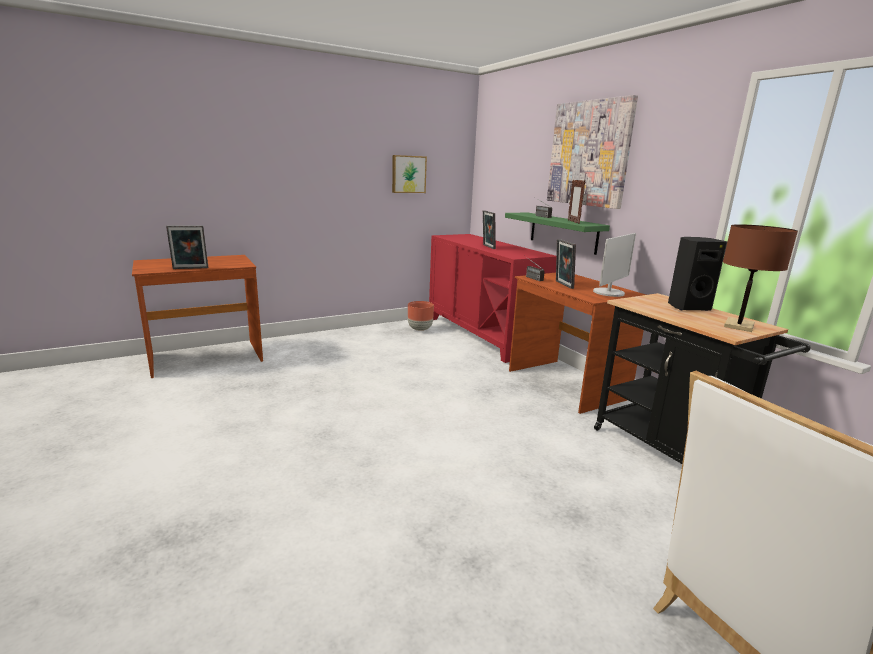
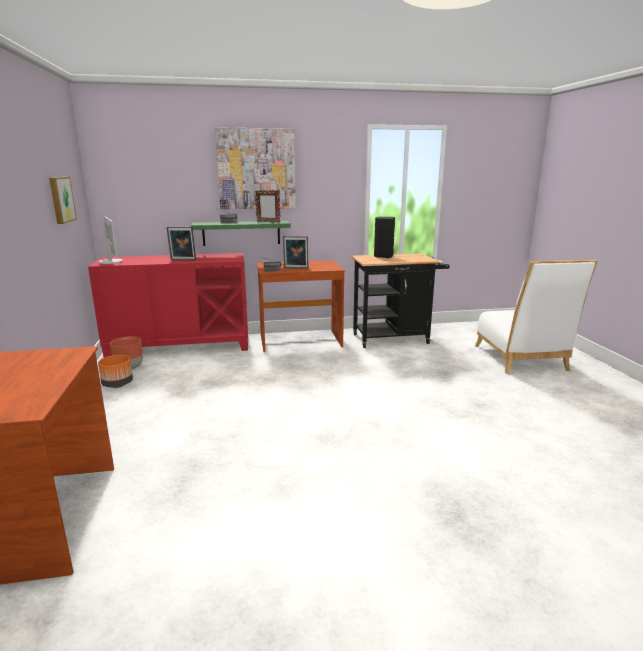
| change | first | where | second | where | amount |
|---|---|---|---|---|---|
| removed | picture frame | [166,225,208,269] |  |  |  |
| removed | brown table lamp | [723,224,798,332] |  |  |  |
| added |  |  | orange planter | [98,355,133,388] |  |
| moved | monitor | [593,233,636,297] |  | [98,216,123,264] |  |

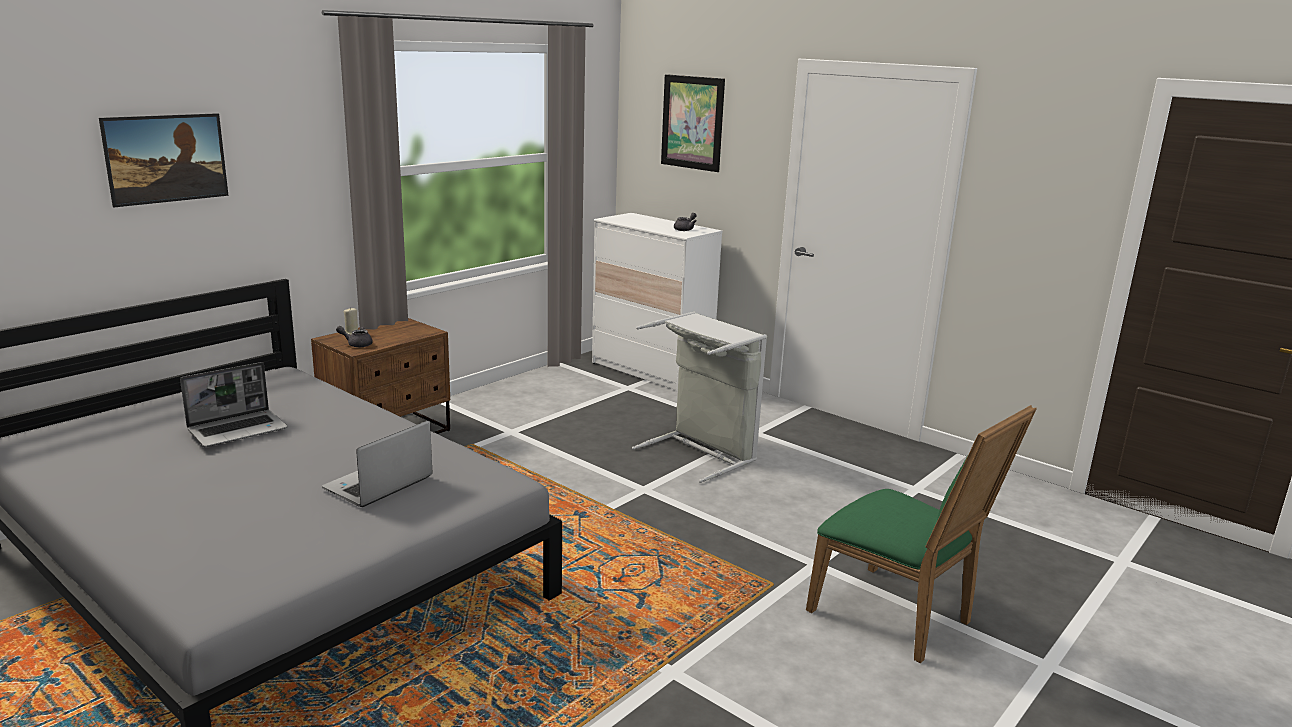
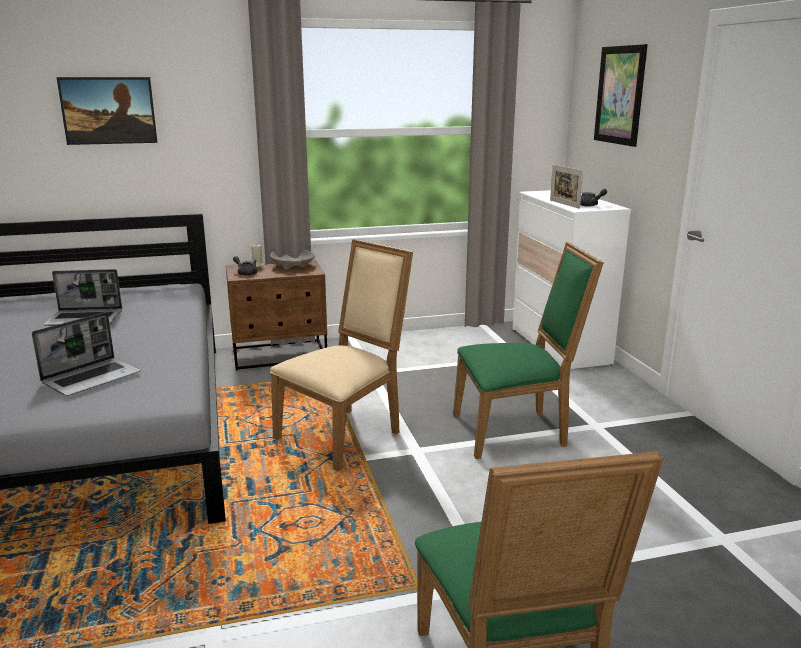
| change | first | where | second | where | amount |
|---|---|---|---|---|---|
| added |  |  | beige chair | [270,239,413,472] |  |
| added |  |  | beige bowl | [270,250,315,270] |  |
| added |  |  | picture frame | [550,165,583,209] |  |
| replaced | grey laundry basket | [632,312,767,483] | green chair | [453,242,604,459] |  |
| turned | laptop | [322,421,432,507] |  | [32,312,141,396] | 150 degrees clockwise |

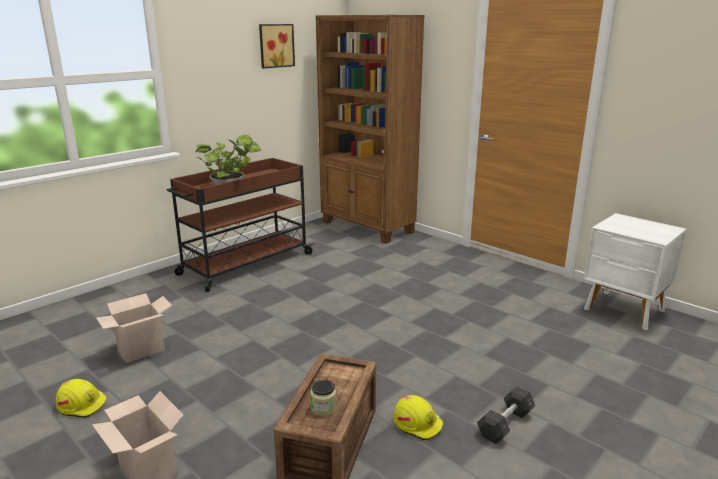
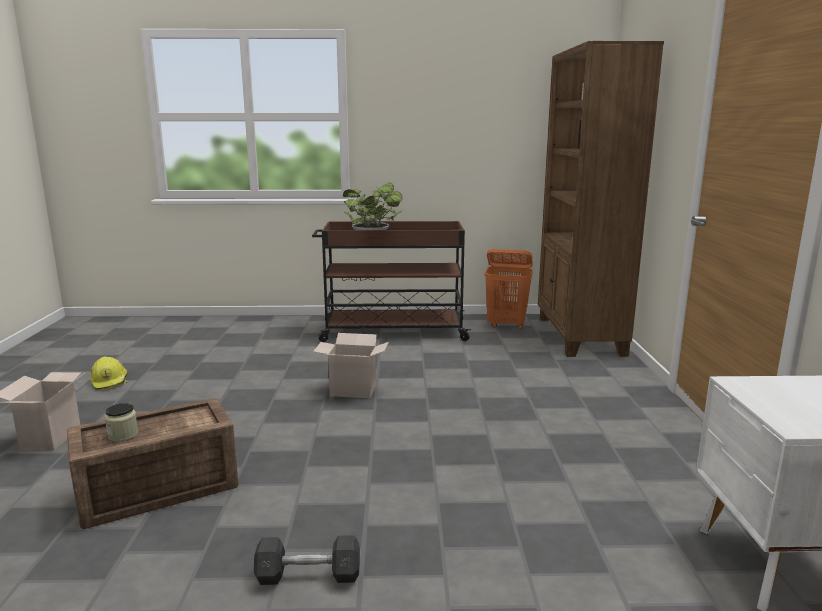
| change | first | where | second | where | amount |
|---|---|---|---|---|---|
| removed | picture | [259,24,295,68] |  |  |  |
| removed | yellow hard hat | [393,395,444,441] |  |  |  |
| added |  |  | orange laundry basket | [484,249,533,330] |  |
| moved | cardboard box | [96,293,172,363] |  | [313,333,389,398] |  |

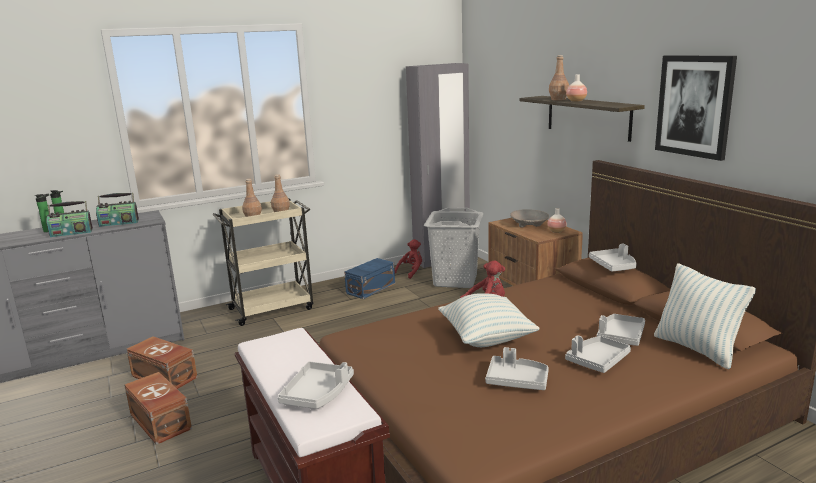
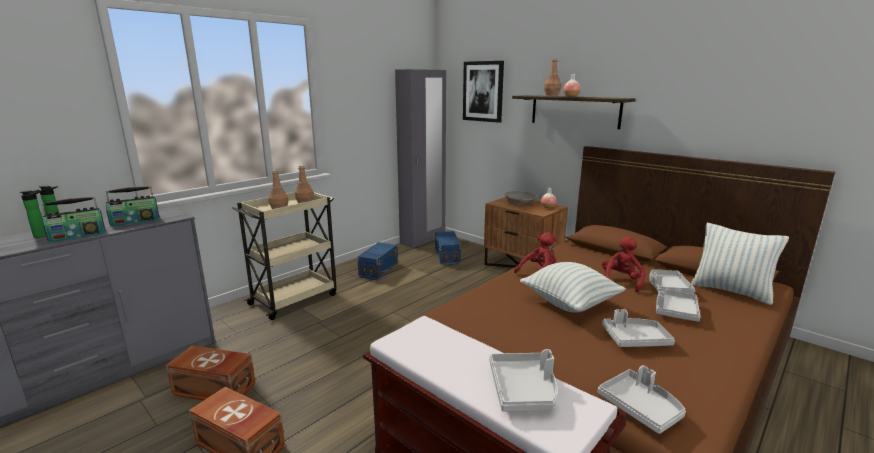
| change | first | where | second | where | amount |
|---|---|---|---|---|---|
| moved | red plush toy | [395,239,422,279] |  | [602,236,645,292] |  |
| moved | grey tray | [589,243,637,271] |  | [598,365,686,434] |  |
| moved | picture | [655,55,737,161] |  | [463,61,504,123] |  |
| replaced | grey laundry basket | [424,207,483,288] | blue storage box | [435,231,461,265] |  |

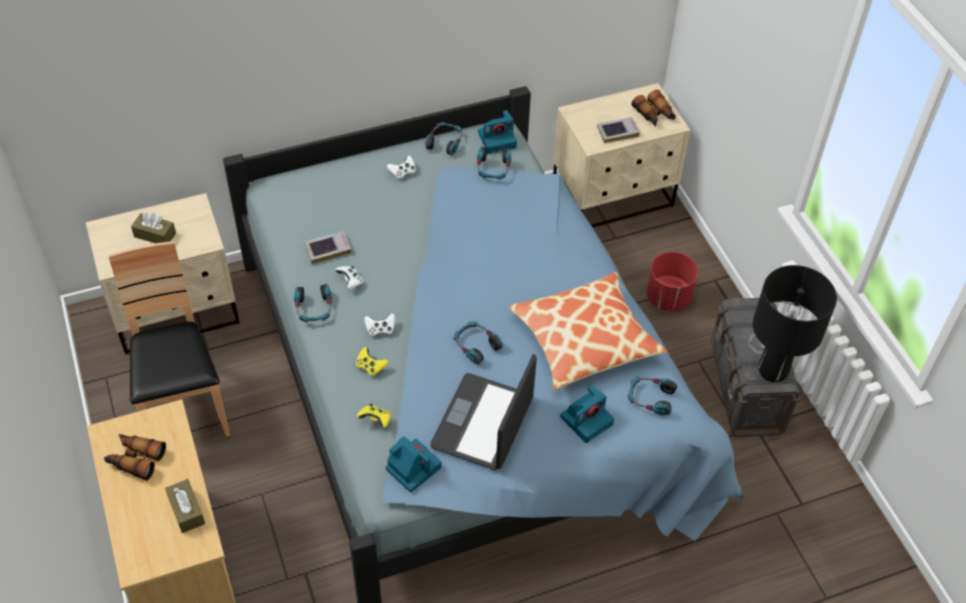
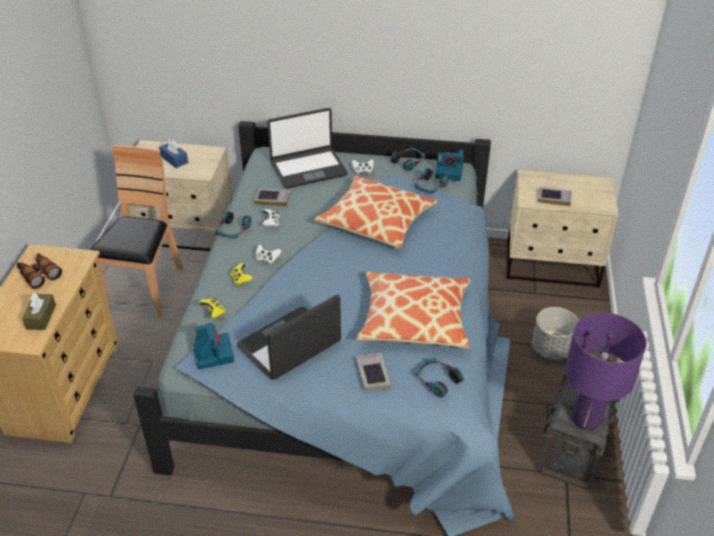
| change | first | where | second | where | amount |
|---|---|---|---|---|---|
| removed | headphones | [454,321,503,365] |  |  |  |
| removed | binoculars | [632,90,676,126] |  |  |  |
| added |  |  | laptop | [267,108,348,188] |  |
| added |  |  | pillow | [314,175,438,249] |  |
| replaced | photo camera | [560,385,614,443] | book | [356,353,390,391] |  |
| recoloured | brown tissue box | [131,212,176,243] | blue tissue box | [159,139,188,168] |  |
| recoloured | red planter | [646,252,698,311] | grey planter | [532,307,579,360] |  |
| recoloured | black table lamp | [753,265,837,382] | purple table lamp | [565,312,647,431] |  |

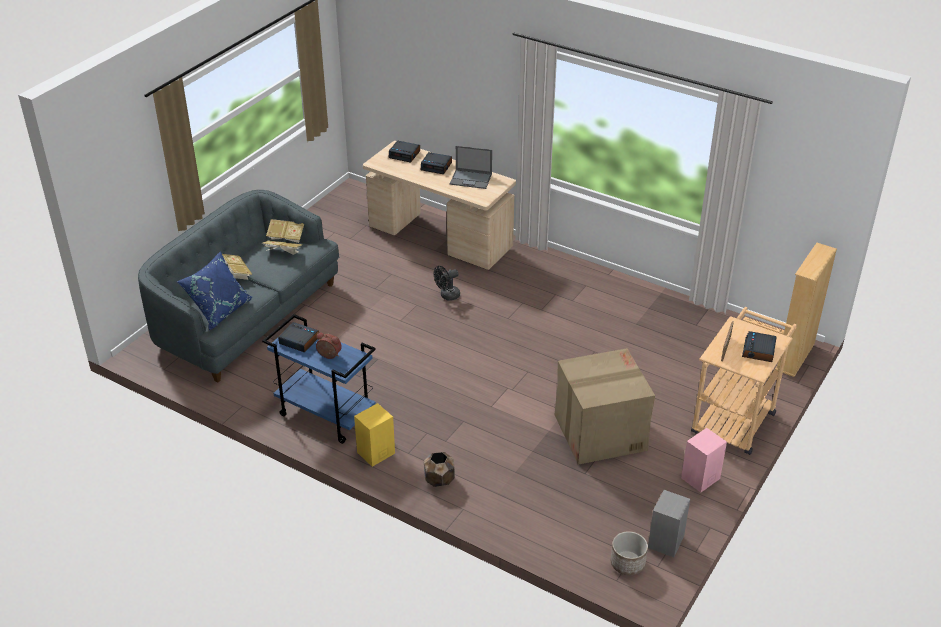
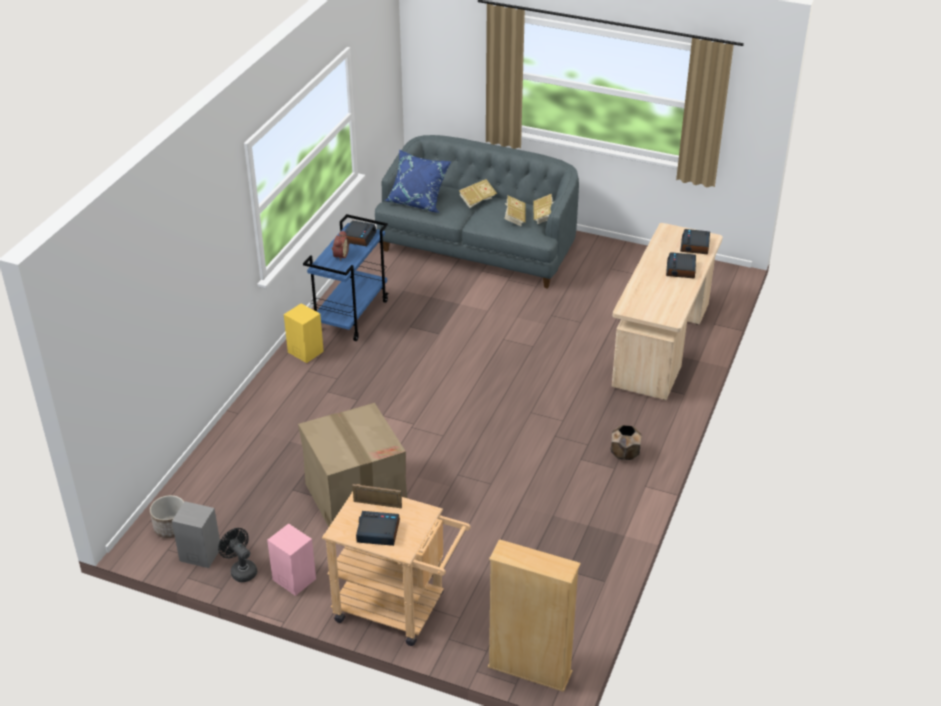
| change | first | where | second | where | amount |
|---|---|---|---|---|---|
| removed | laptop | [450,146,492,189] |  |  |  |
| moved | brown planter | [424,452,455,487] |  | [611,425,642,460] |  |
| moved | black fan | [434,266,460,301] |  | [218,528,257,582] |  |

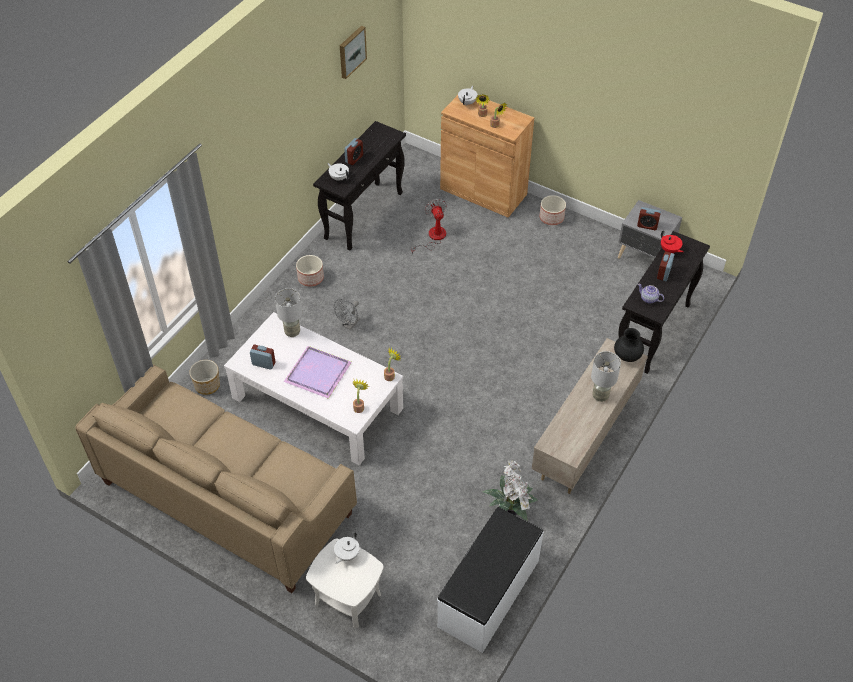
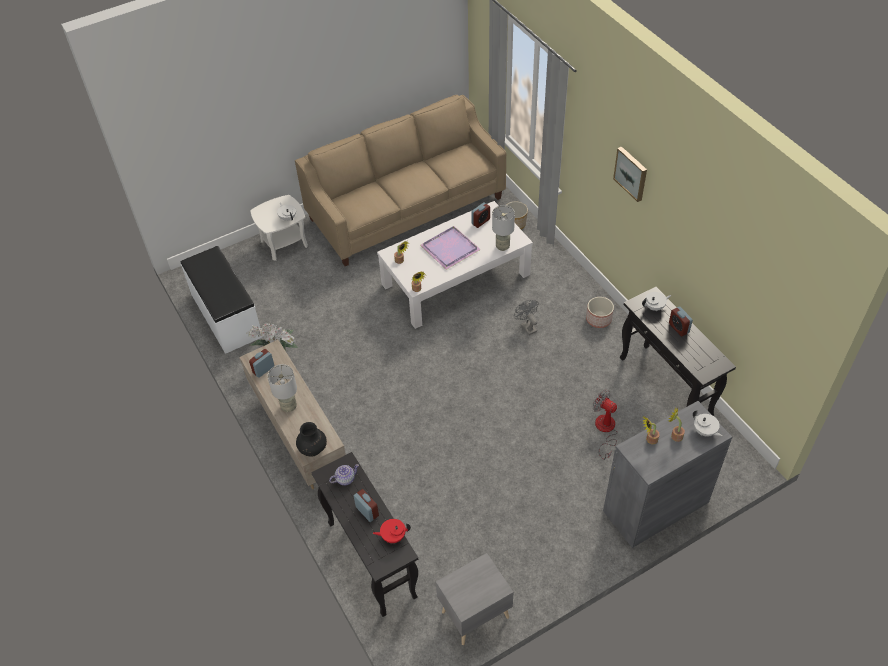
| change | first | where | second | where | amount |
|---|---|---|---|---|---|
| removed | planter | [539,195,566,225] |  |  |  |
| moved | picture | [340,26,367,79] |  | [613,146,647,202] |  |
| moved | alarm clock | [637,207,661,230] |  | [249,349,275,378] |  |
| recoloured | brown cabinet | [440,95,534,218] | grey cabinet | [603,401,732,548] |  |
| turned | fan | [411,199,447,254] |  | [593,390,618,460] | 150 degrees counterclockwise |

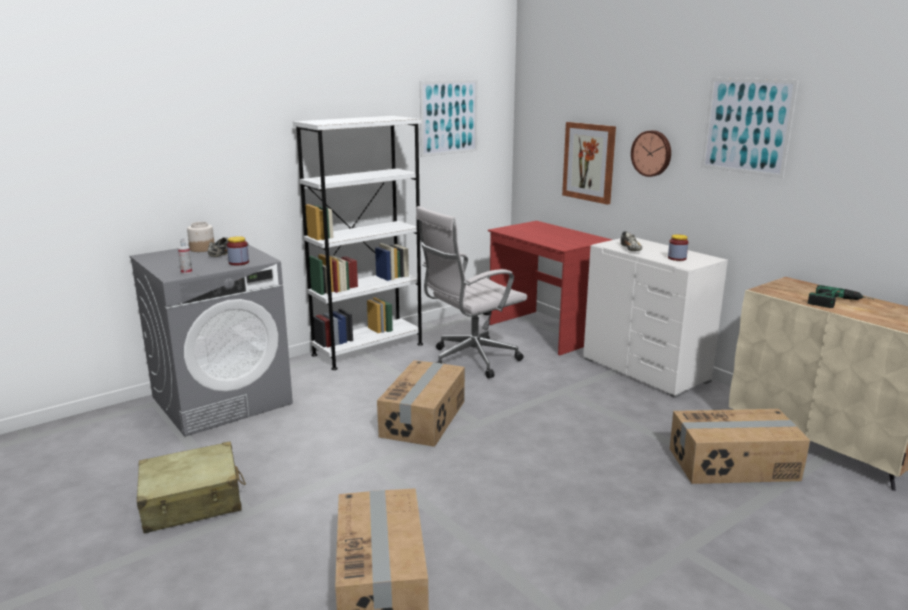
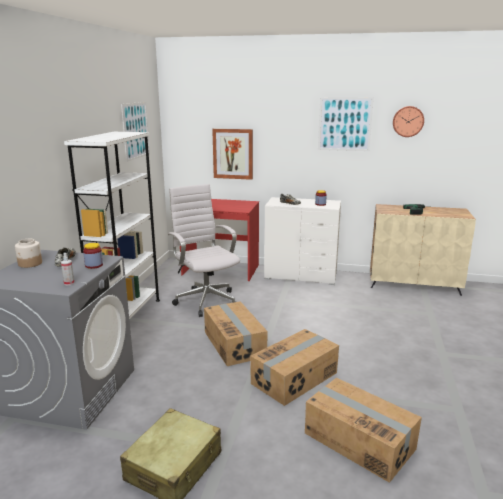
| change | first | where | second | where | amount |
|---|---|---|---|---|---|
| moved | wall clock | [631,130,671,177] |  | [393,106,424,137] |  |
| moved | cardboard box | [670,409,810,484] |  | [250,329,339,406] |  |
| turned | white office chair | [416,206,527,379] |  | [168,184,240,317] | 135 degrees clockwise |

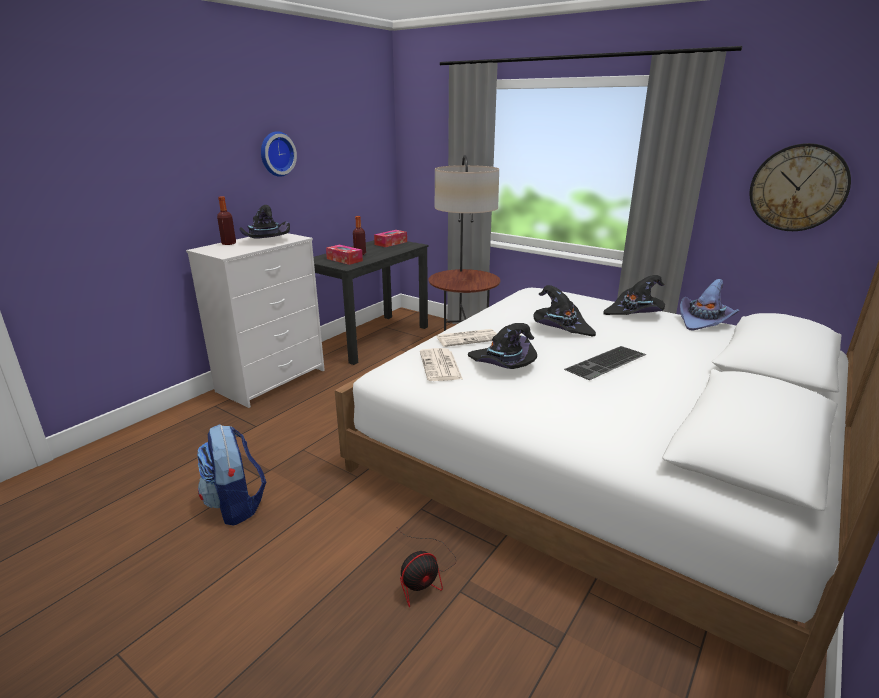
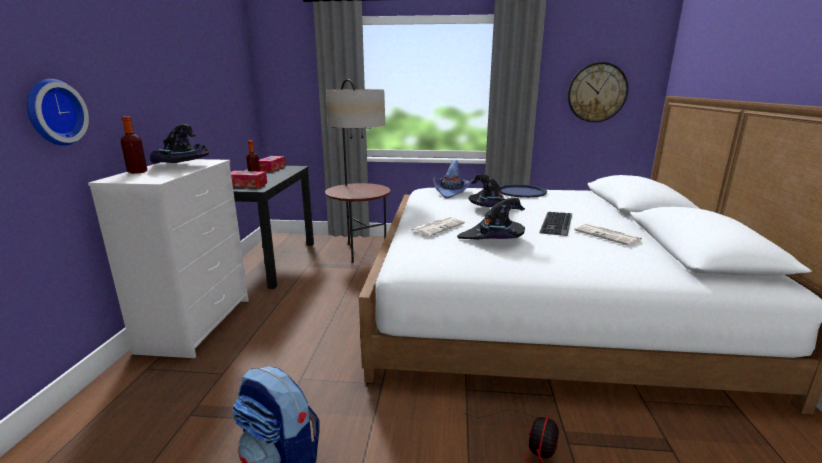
| change | first | where | second | where | amount |
|---|---|---|---|---|---|
| moved | wall clock | [261,131,297,177] |  | [27,79,89,146] |  |
| moved | newspaper | [420,348,463,381] |  | [574,224,642,246] |  |
| moved | purple hat | [680,279,739,330] |  | [433,160,473,198] |  |
| replaced | black hat | [604,275,665,315] | blue tray | [500,184,547,198] |  |

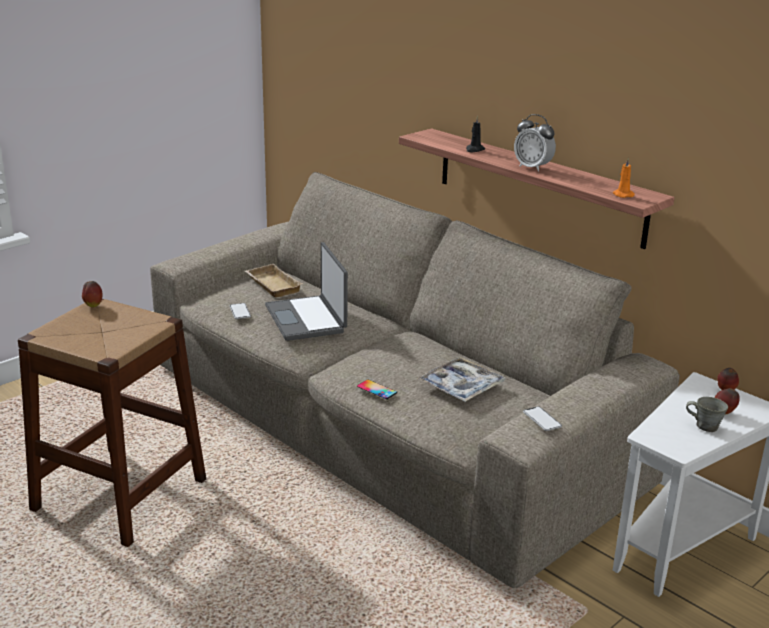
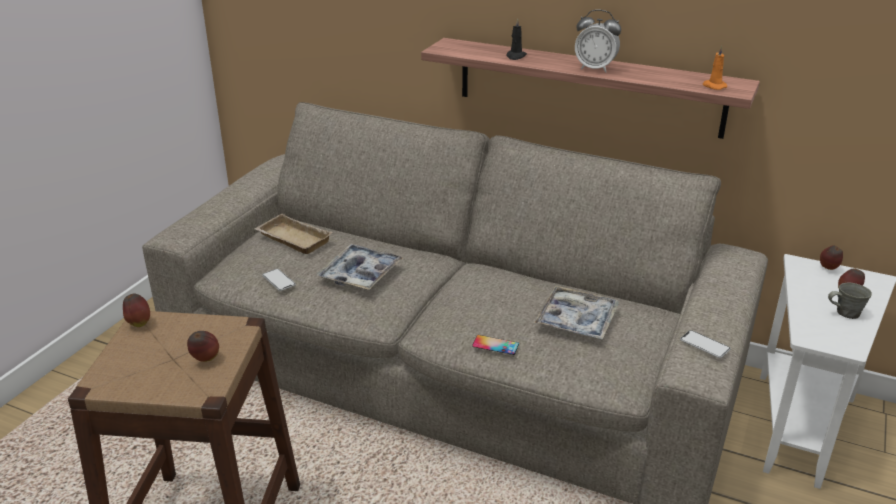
| change | first | where | second | where | amount |
|---|---|---|---|---|---|
| added |  |  | apple | [187,331,219,362] |  |
| replaced | laptop | [265,242,348,341] | tray | [317,244,403,290] |  |

